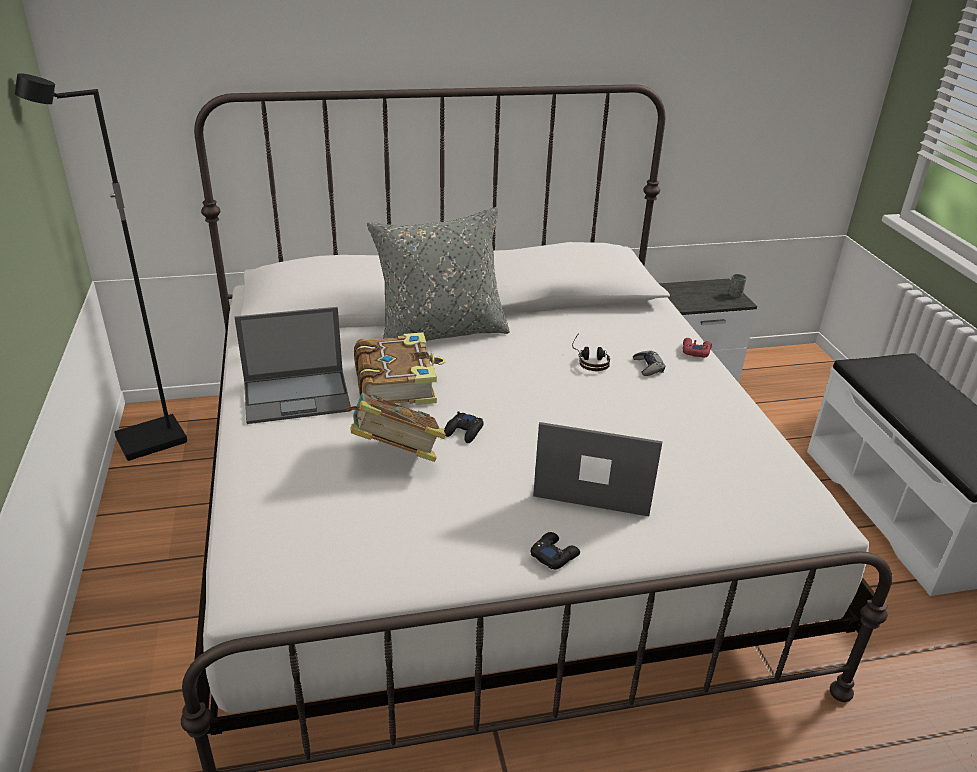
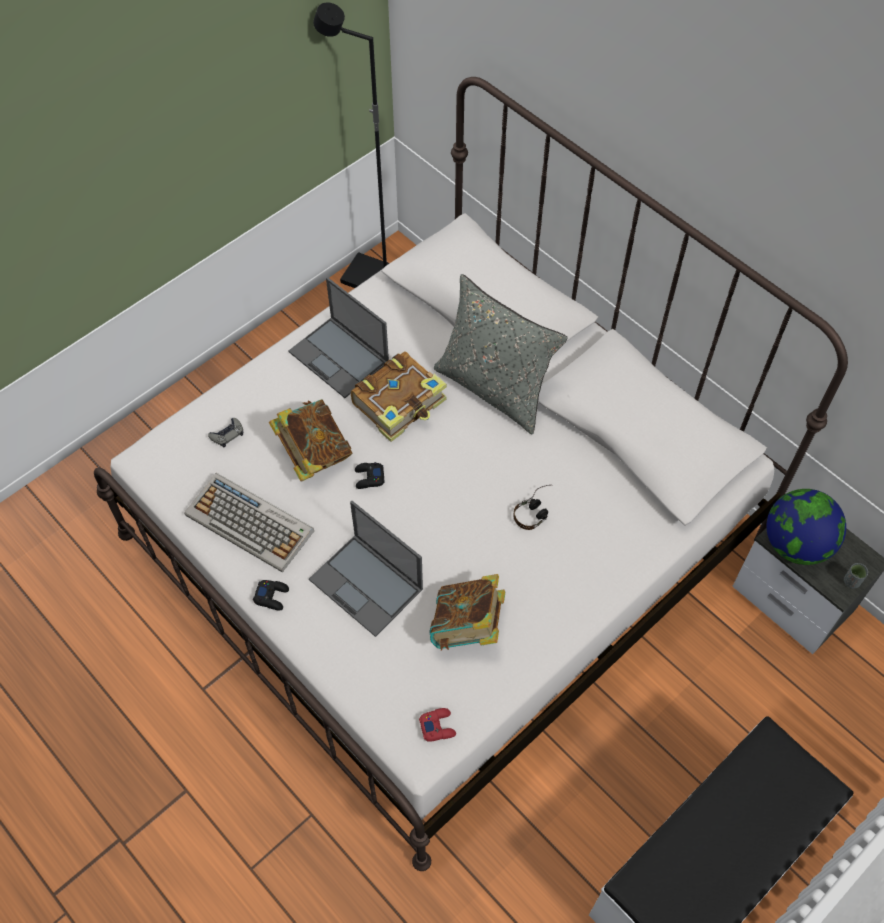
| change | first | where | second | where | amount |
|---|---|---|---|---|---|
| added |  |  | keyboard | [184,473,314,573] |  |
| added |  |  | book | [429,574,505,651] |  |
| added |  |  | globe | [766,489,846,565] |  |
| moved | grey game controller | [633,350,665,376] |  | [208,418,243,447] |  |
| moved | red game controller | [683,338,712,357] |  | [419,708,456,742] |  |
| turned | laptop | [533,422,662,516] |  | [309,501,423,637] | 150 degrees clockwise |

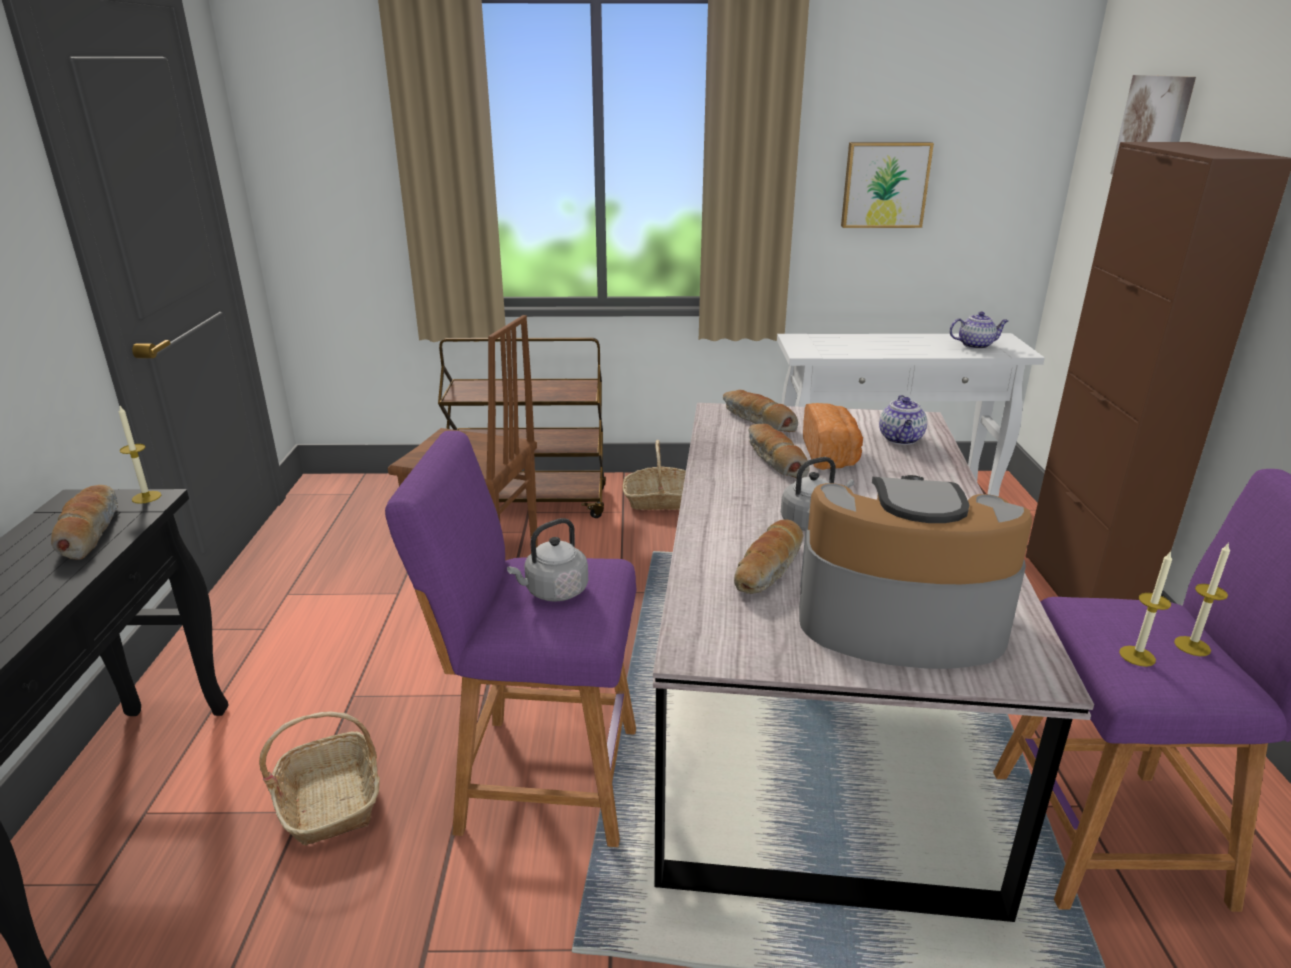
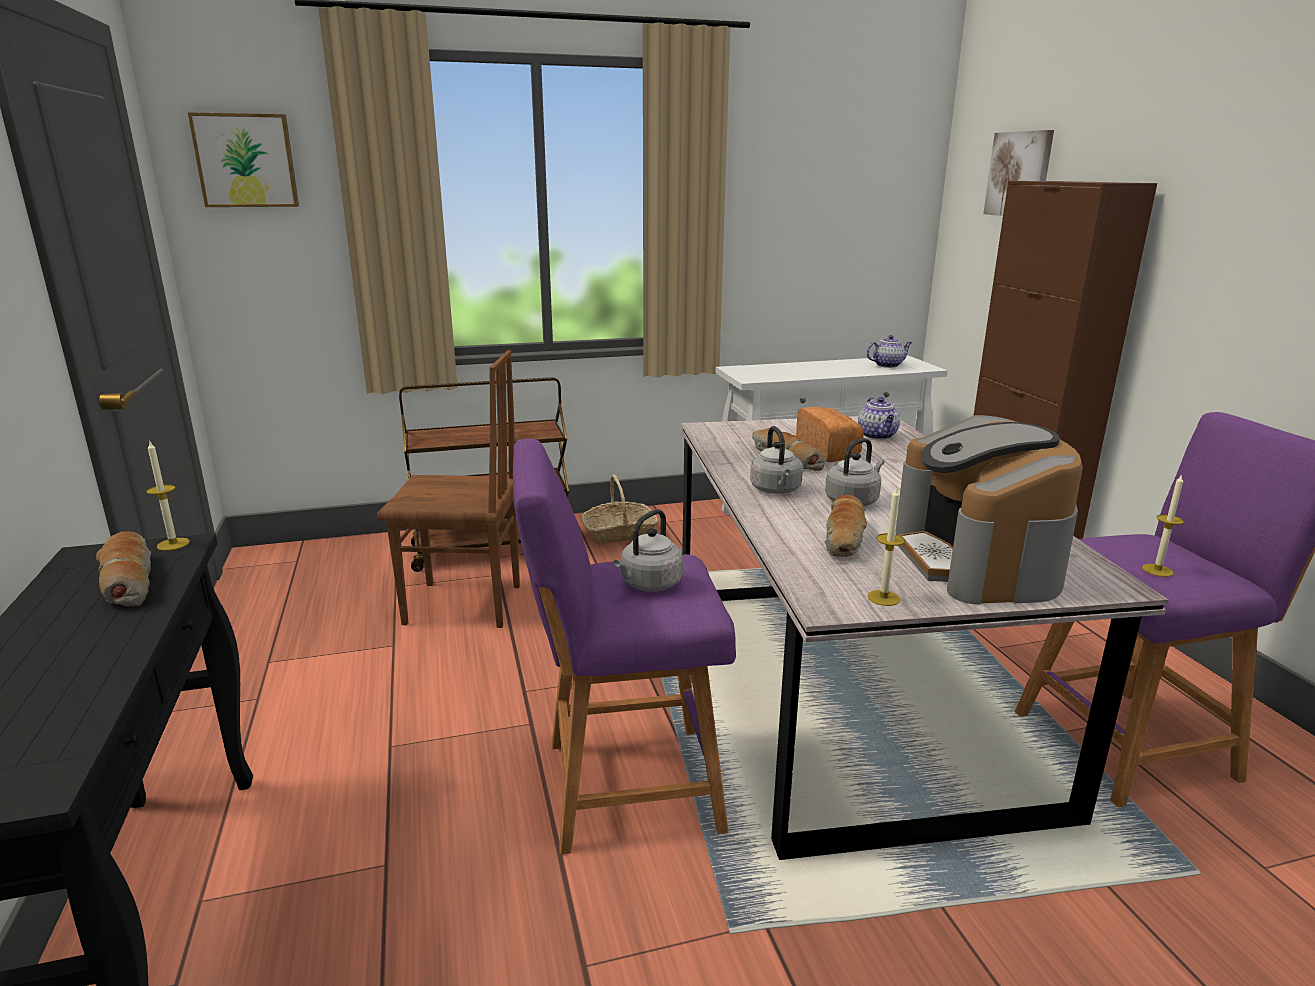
| change | first | where | second | where | amount |
|---|---|---|---|---|---|
| removed | basket | [259,711,380,845] |  |  |  |
| removed | bread | [723,390,798,432] |  |  |  |
| added |  |  | grey kettle | [750,426,803,494] |  |
| moved | picture | [841,142,934,228] |  | [188,112,299,207] |  |
| moved | candle | [1174,542,1230,656] |  | [867,488,905,606] |  |
| turned | coffee machine | [799,475,1032,669] |  | [895,415,1083,605] | 90 degrees counterclockwise |

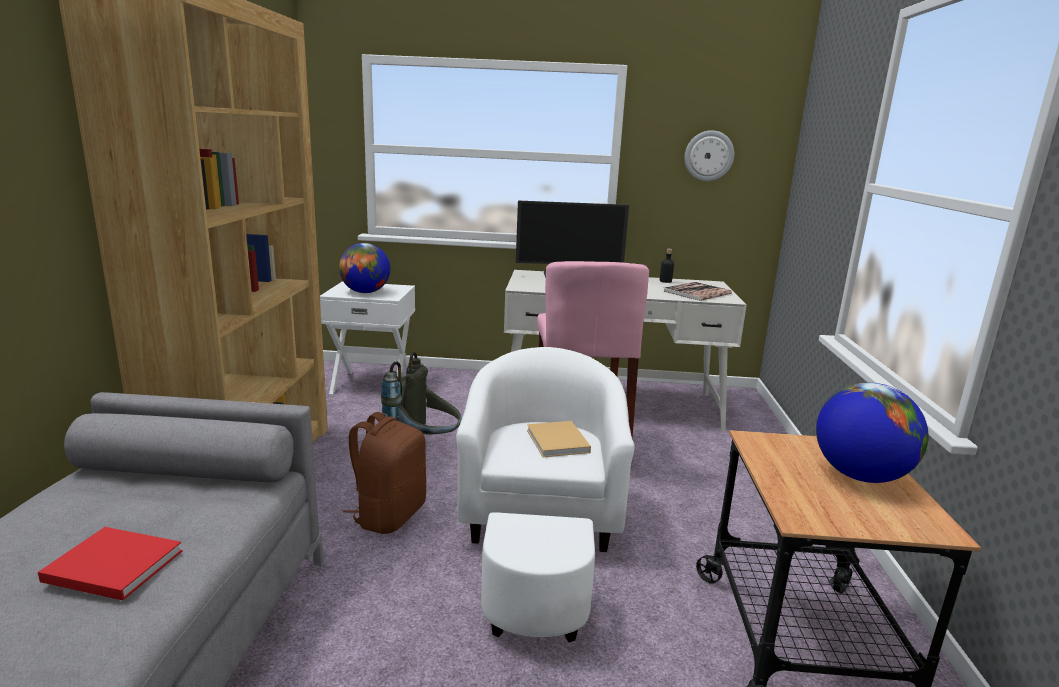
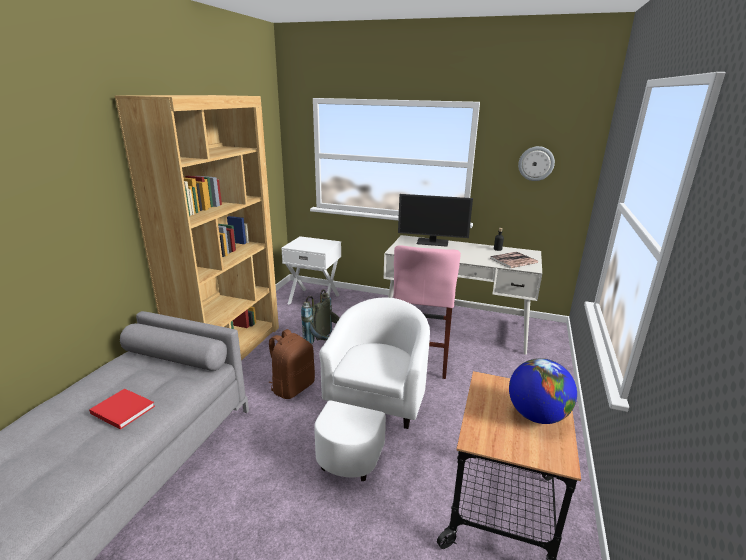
| change | first | where | second | where | amount |
|---|---|---|---|---|---|
| removed | globe | [339,243,390,293] |  |  |  |
| removed | beige book | [527,421,591,457] |  |  |  |

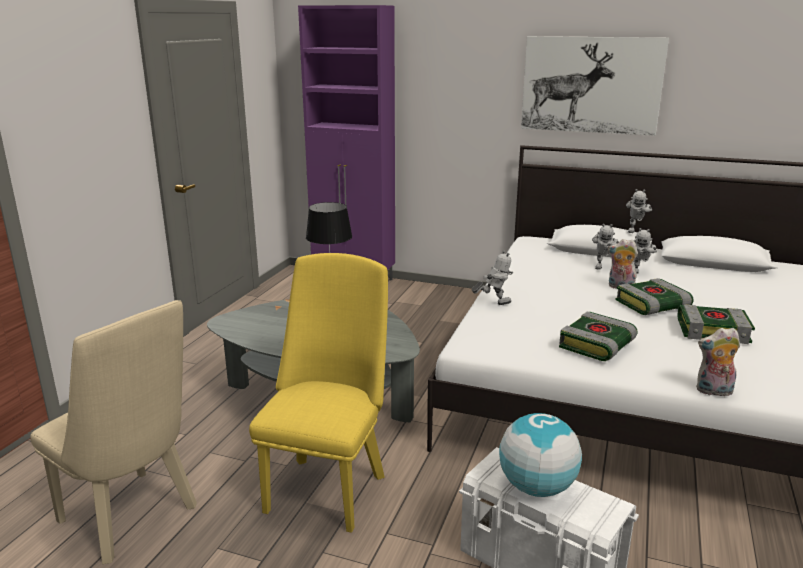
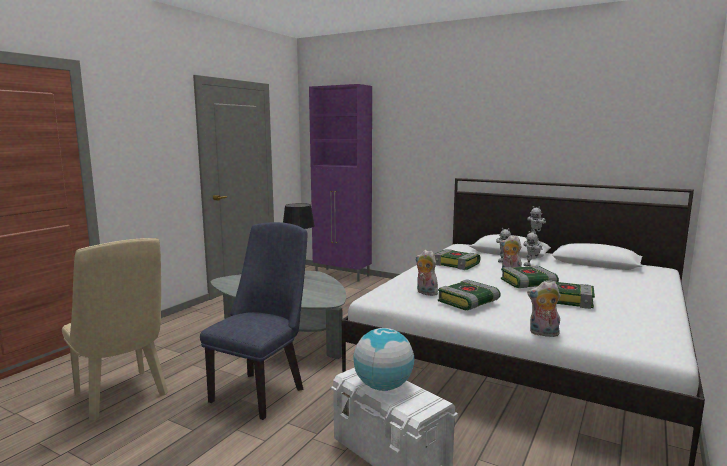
| change | first | where | second | where | amount |
|---|---|---|---|---|---|
| removed | toy robot | [472,250,513,305] |  |  |  |
| removed | picture | [521,36,669,136] |  |  |  |
| added |  |  | plush toy | [415,250,438,296] |  |
| added |  |  | book | [434,249,480,270] |  |
| recoloured | yellow chair | [249,253,388,533] | blue chair | [200,222,307,420] |  |

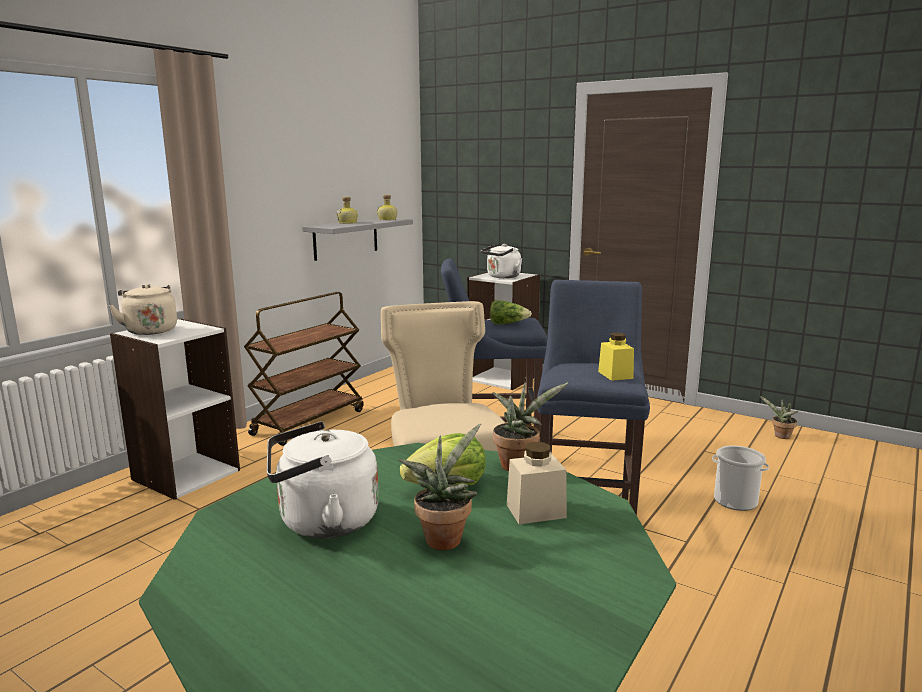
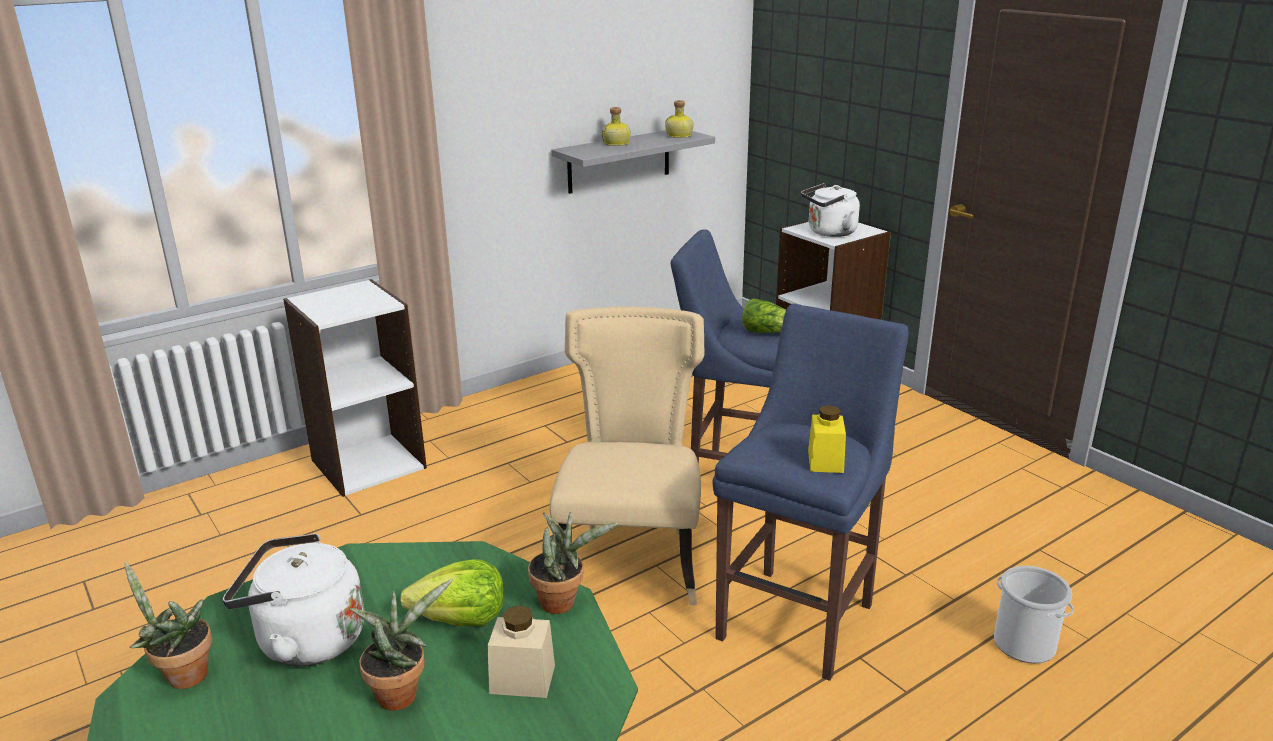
| change | first | where | second | where | amount |
|---|---|---|---|---|---|
| removed | beige kettle | [109,284,177,335] |  |  |  |
| removed | brown cart | [244,292,364,446] |  |  |  |
| moved | potted plant | [760,396,798,439] |  | [125,562,212,689] |  |

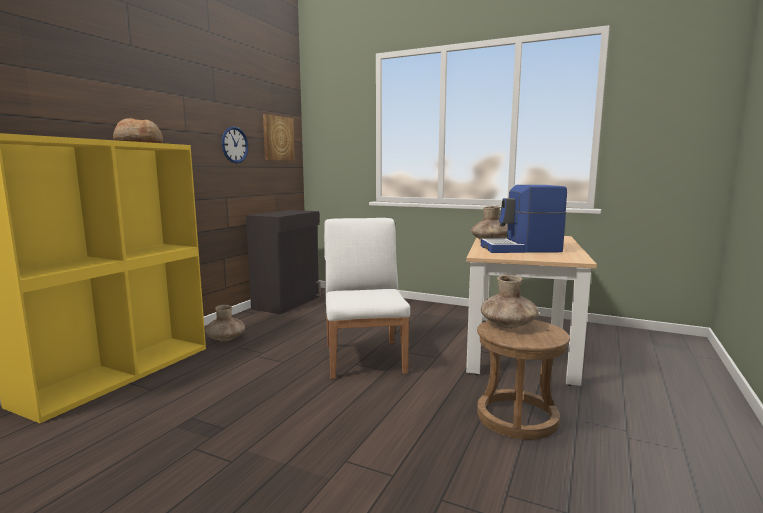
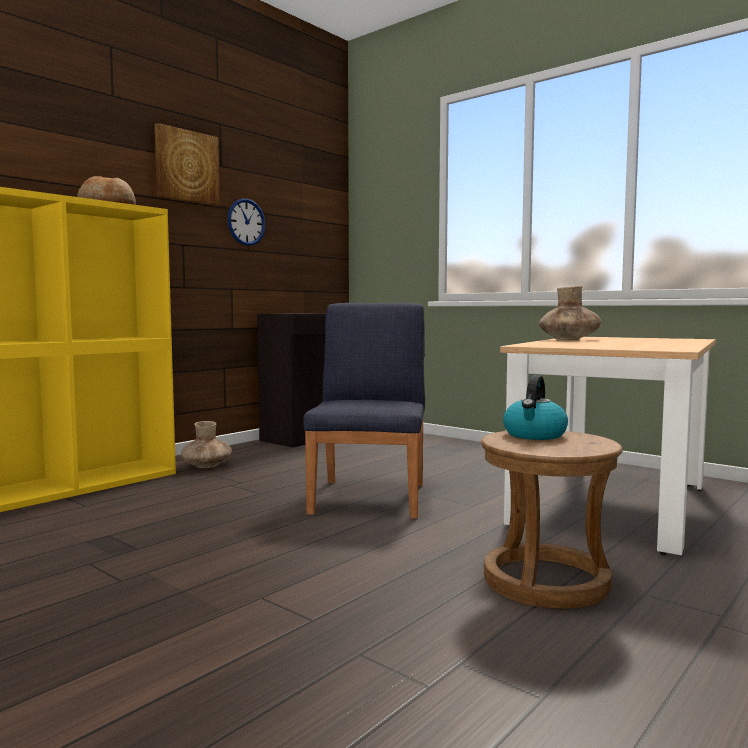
| change | first | where | second | where | amount |
|---|---|---|---|---|---|
| removed | coffee machine | [481,185,567,253] |  |  |  |
| moved | picture | [263,114,295,161] |  | [155,123,220,206] |  |
| replaced | brown vase | [481,275,539,328] | kettle | [503,375,568,440] |  |
| recoloured | white chair | [324,218,410,379] | blue chair | [303,303,425,519] |  |

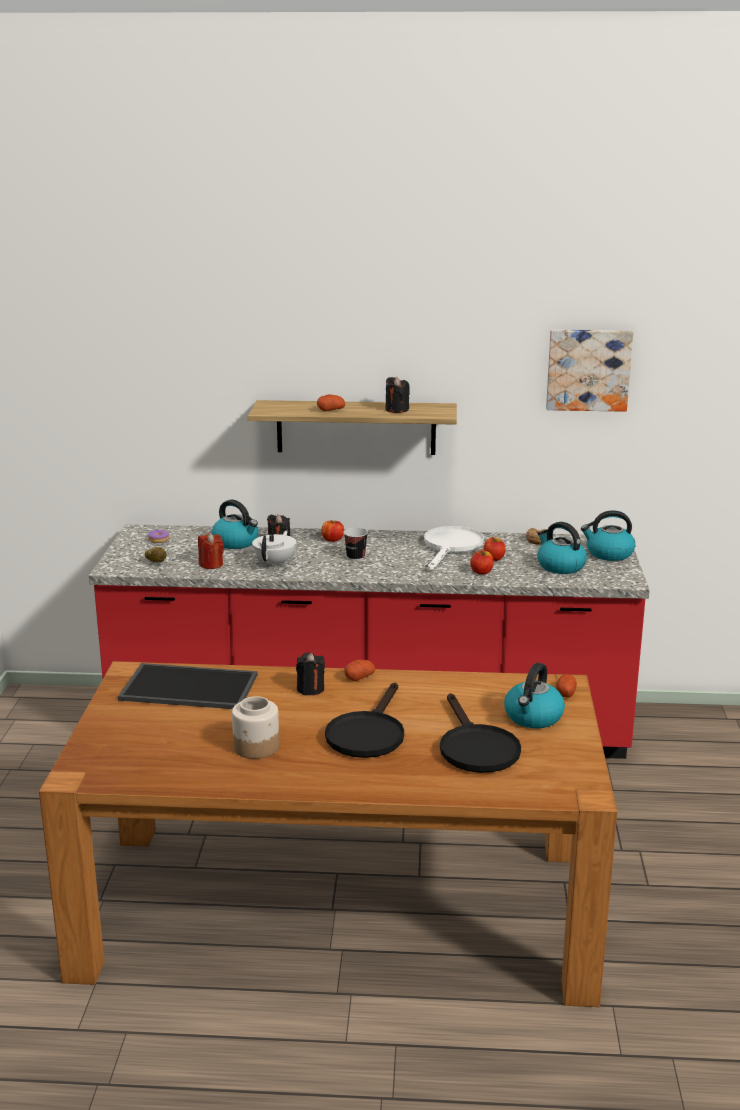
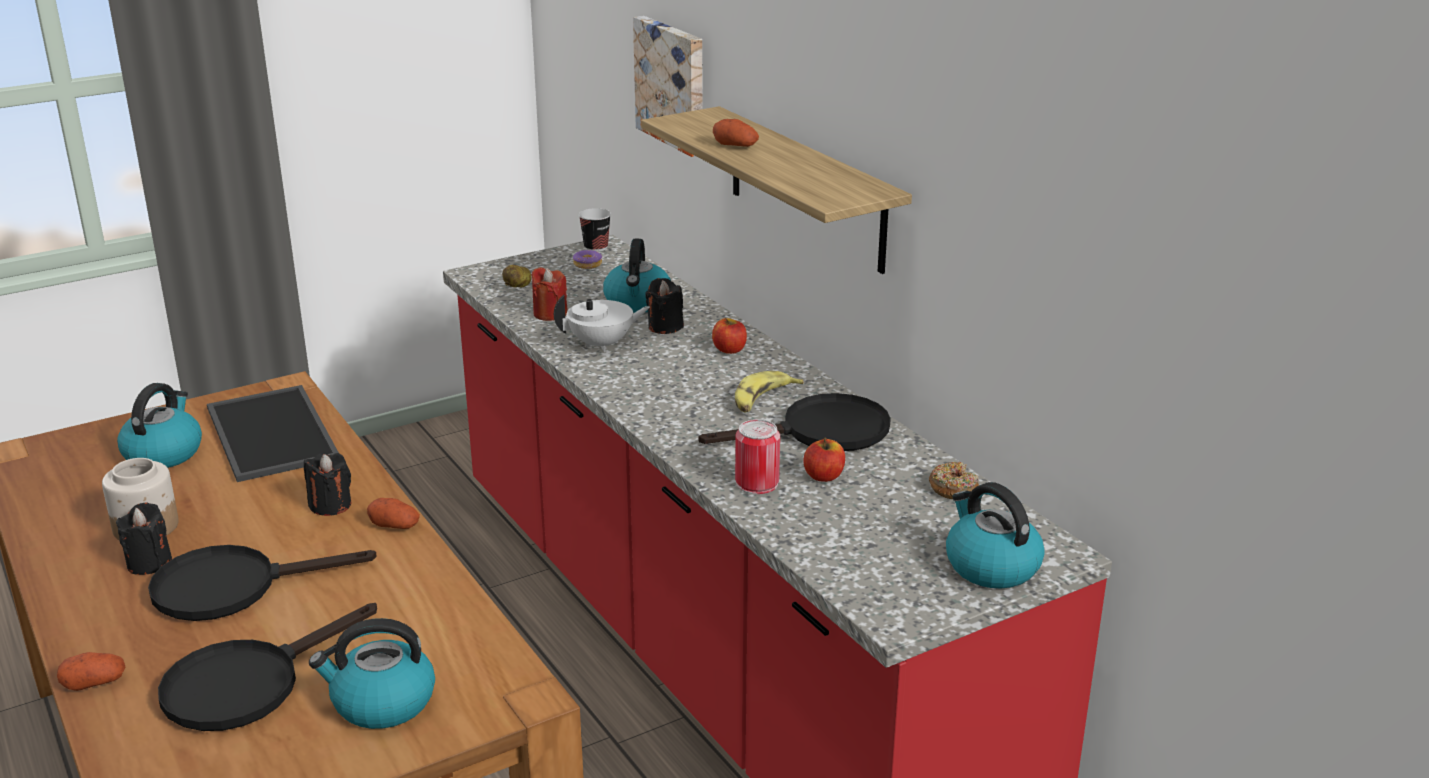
| change | first | where | second | where | amount |
|---|---|---|---|---|---|
| added |  |  | banana | [735,371,804,413] |  |
| moved | cup | [343,528,368,561] |  | [579,208,611,252] |  |
| moved | black candle | [385,377,410,413] |  | [116,502,172,575] |  |
| moved | kettle | [537,522,587,574] |  | [117,383,202,468] |  |
| moved | picture | [546,330,633,412] |  | [633,16,703,157] |  |
| moved | potato | [556,674,577,698] |  | [57,652,126,691] |  |
| replaced | apple | [470,549,494,574] | can | [735,419,780,494] |  |
| recoloured | white frying pan | [424,526,484,570] | black frying pan | [699,393,891,451] |  |

